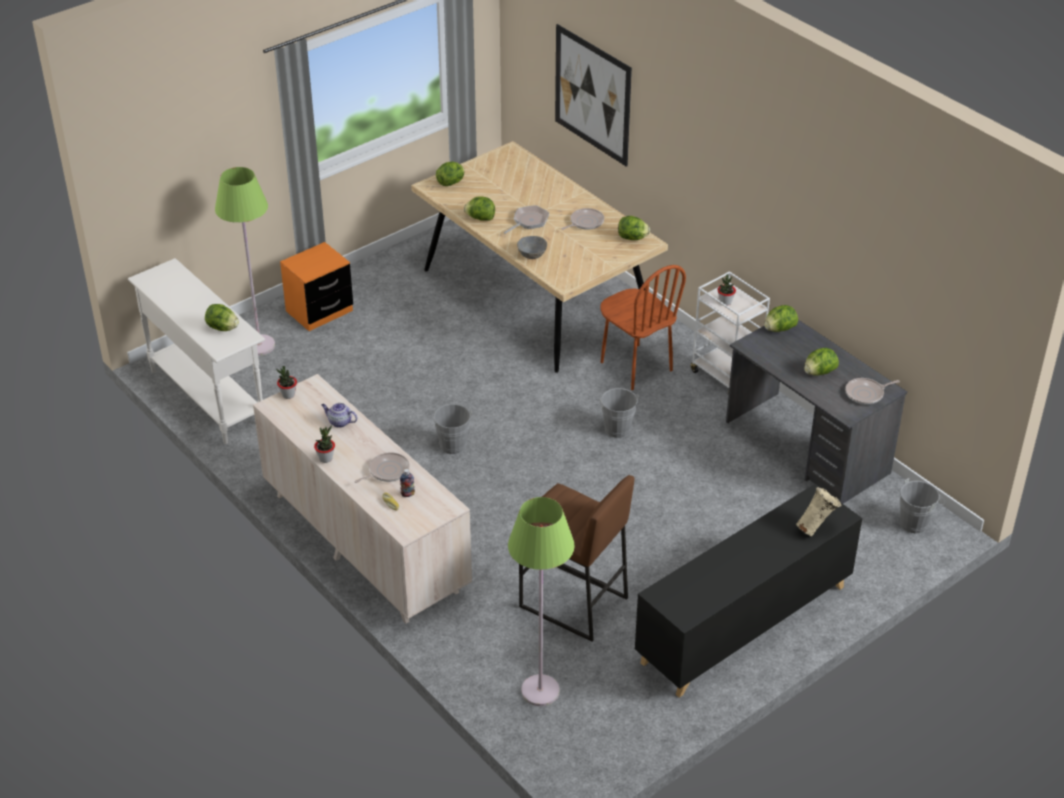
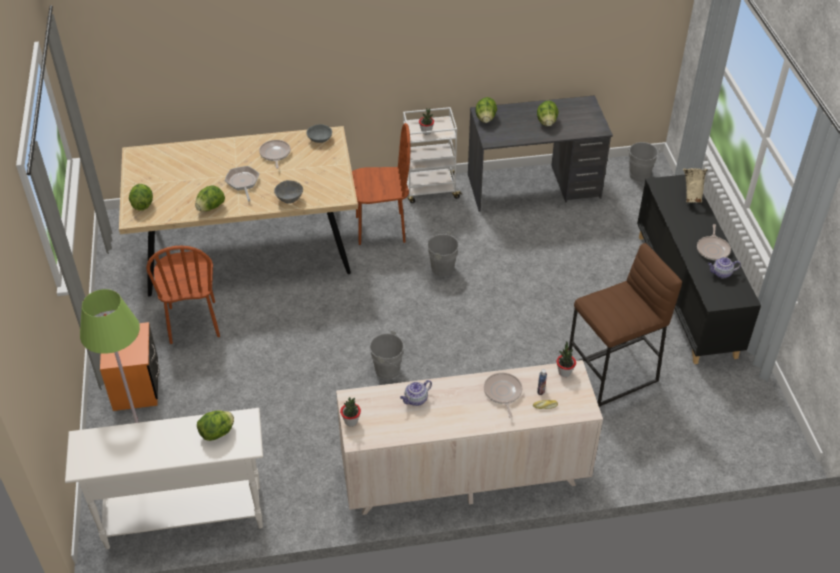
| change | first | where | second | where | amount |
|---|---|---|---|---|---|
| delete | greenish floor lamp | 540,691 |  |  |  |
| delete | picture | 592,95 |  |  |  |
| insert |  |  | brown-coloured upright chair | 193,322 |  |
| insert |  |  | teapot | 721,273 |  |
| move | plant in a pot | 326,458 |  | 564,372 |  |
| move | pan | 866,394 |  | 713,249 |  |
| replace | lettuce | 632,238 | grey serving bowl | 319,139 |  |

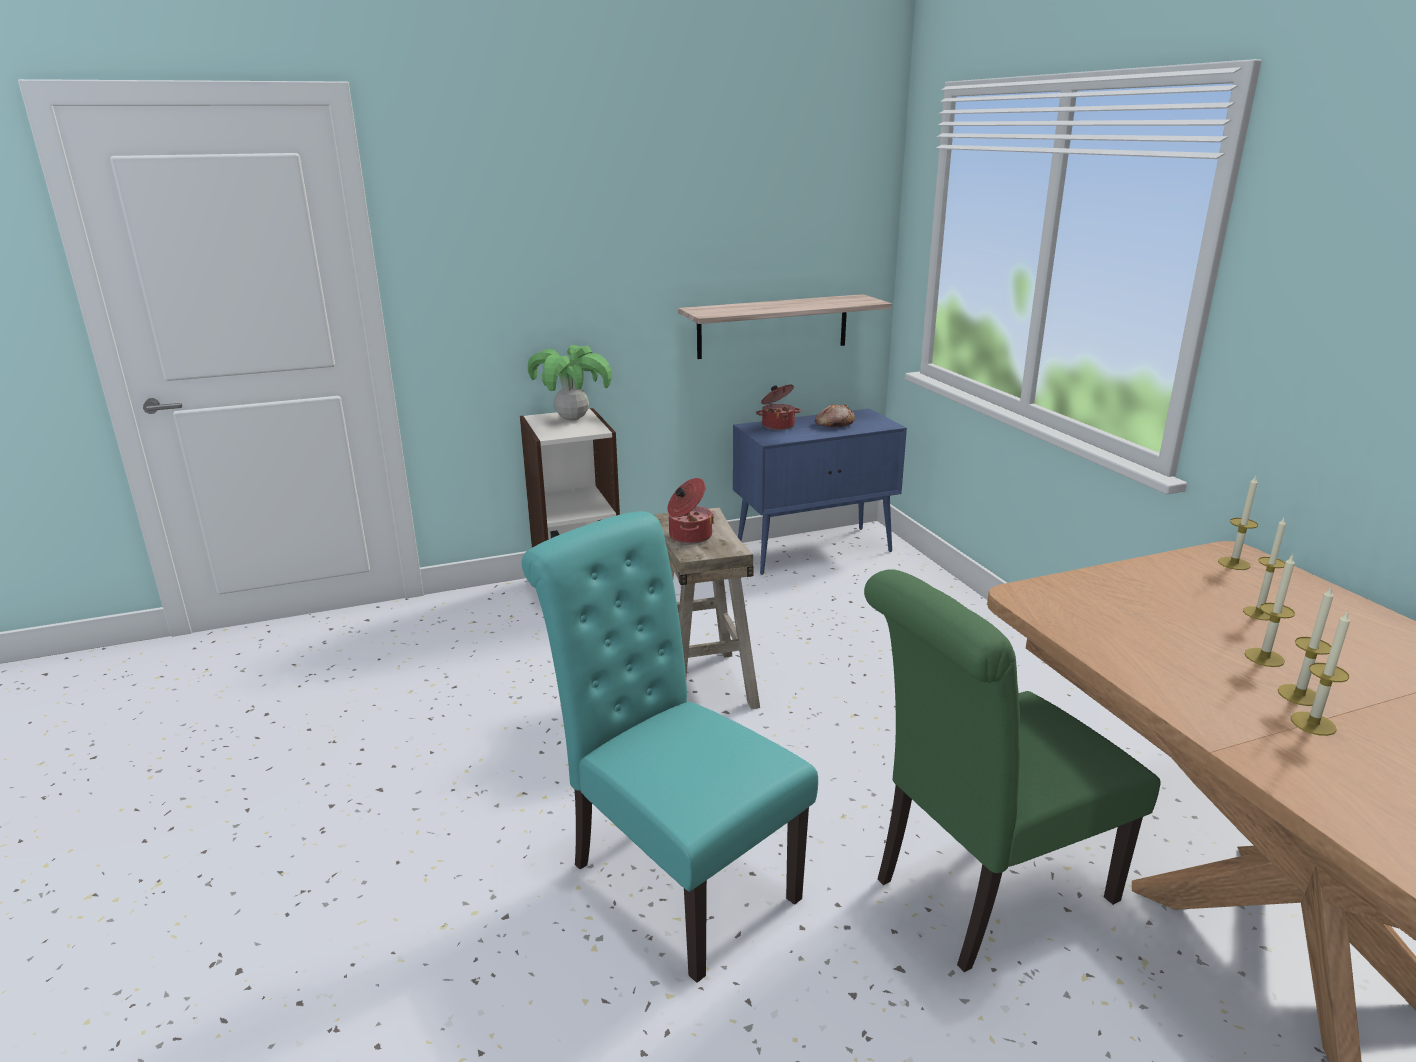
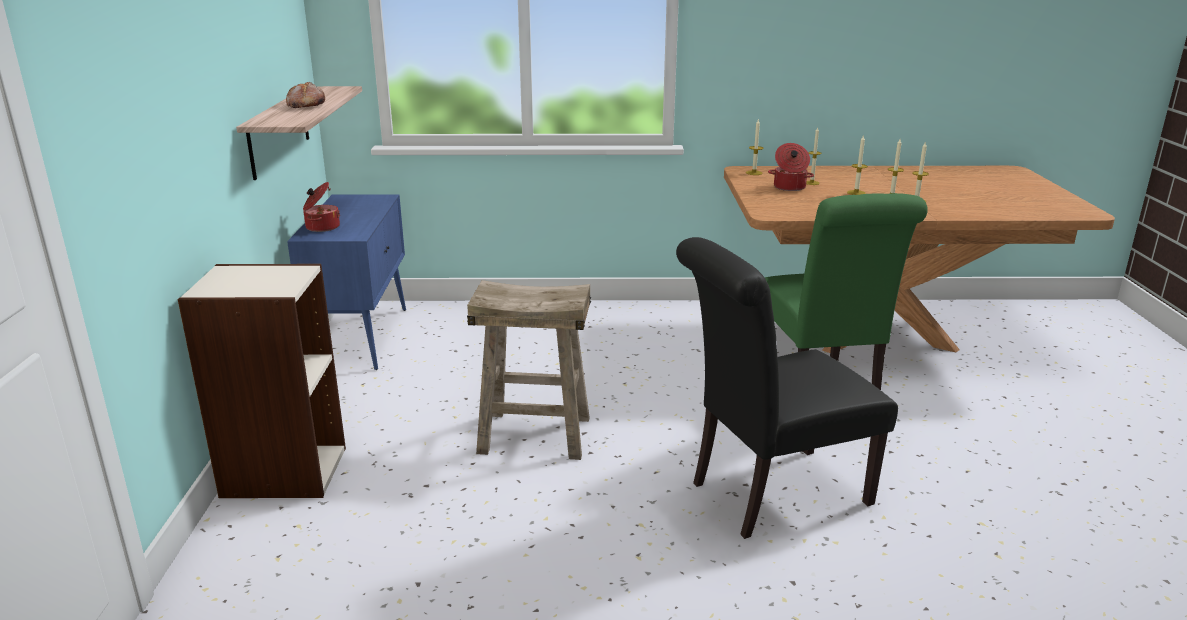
| change | first | where | second | where | amount |
|---|---|---|---|---|---|
| delete | plant in a pot | 573,418 |  |  |  |
| move | cooking pot | 689,536 |  | 789,187 |  |
| move | baked bread | 834,424 |  | 305,105 |  |
| recolor | blue-green upright chair | 673,874 | blackish upright chair | 770,494 |  |

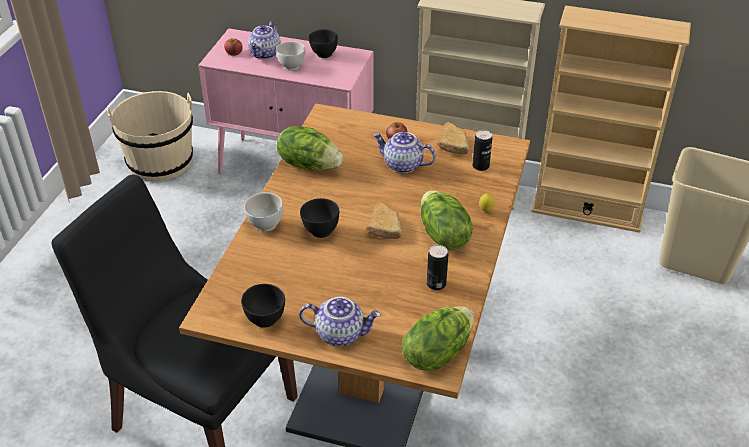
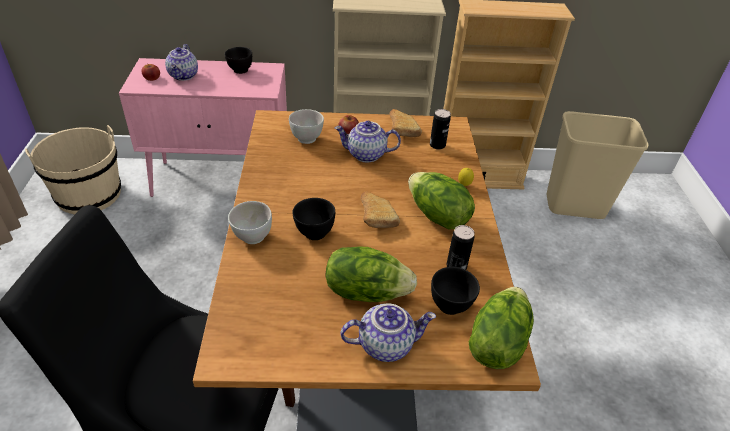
| change | first | where | second | where | amount |
|---|---|---|---|---|---|
| move | blackish serving bowl | 265,320 |  | 450,306 |  |
| move | white serving bowl | 291,66 |  | 306,138 |  |
| move | lettuce | 309,164 |  | 366,291 |  |

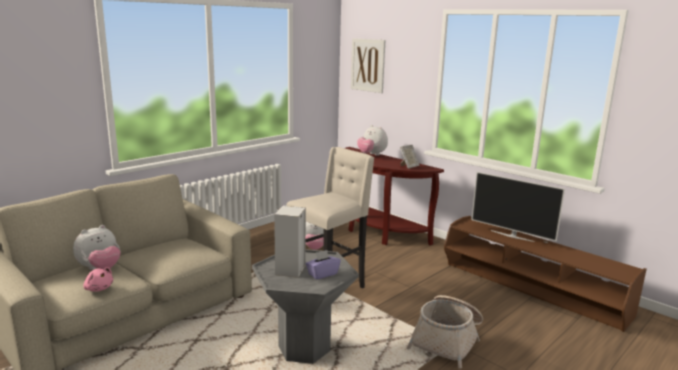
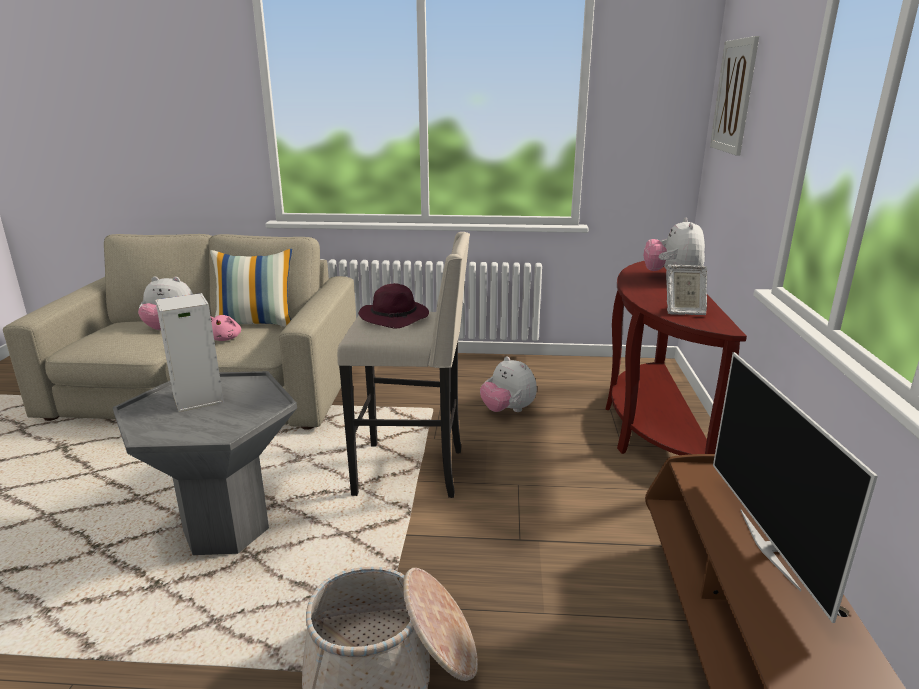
| change | first | where | second | where | amount |
|---|---|---|---|---|---|
| delete | purple-coloured tissue holder | 322,274 |  |  |  |
| insert |  |  | cushion | 256,324 |  |
| insert |  |  | purple-coloured wearable hat | 395,317 |  |
| move | pink-coloured soft toy | 98,288 |  | 225,339 |  |

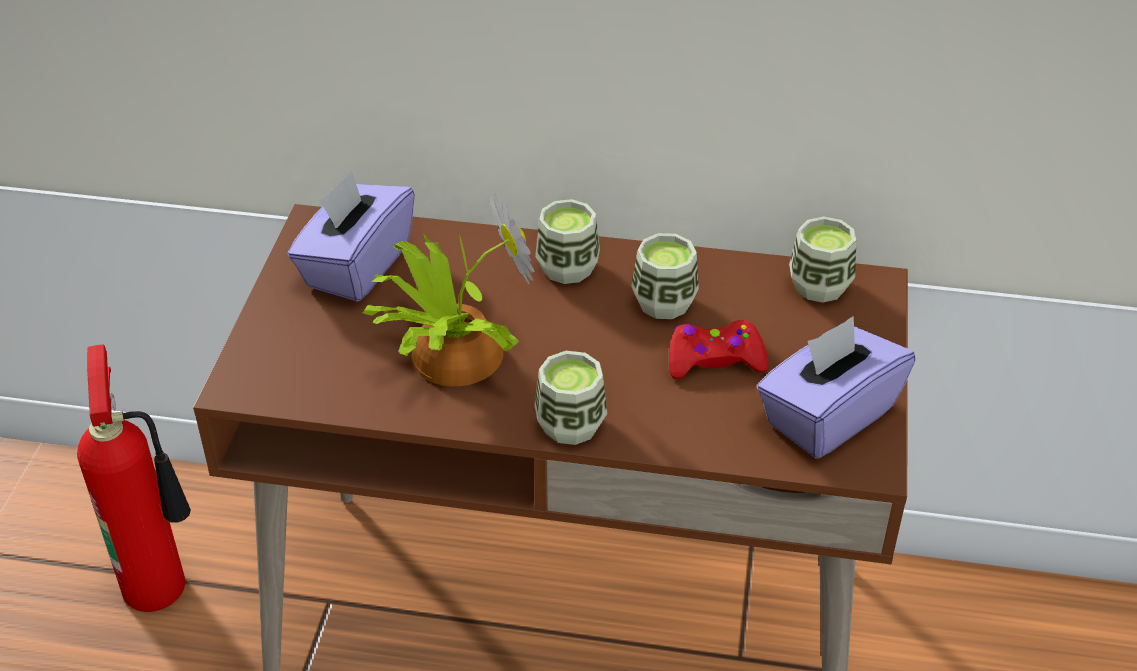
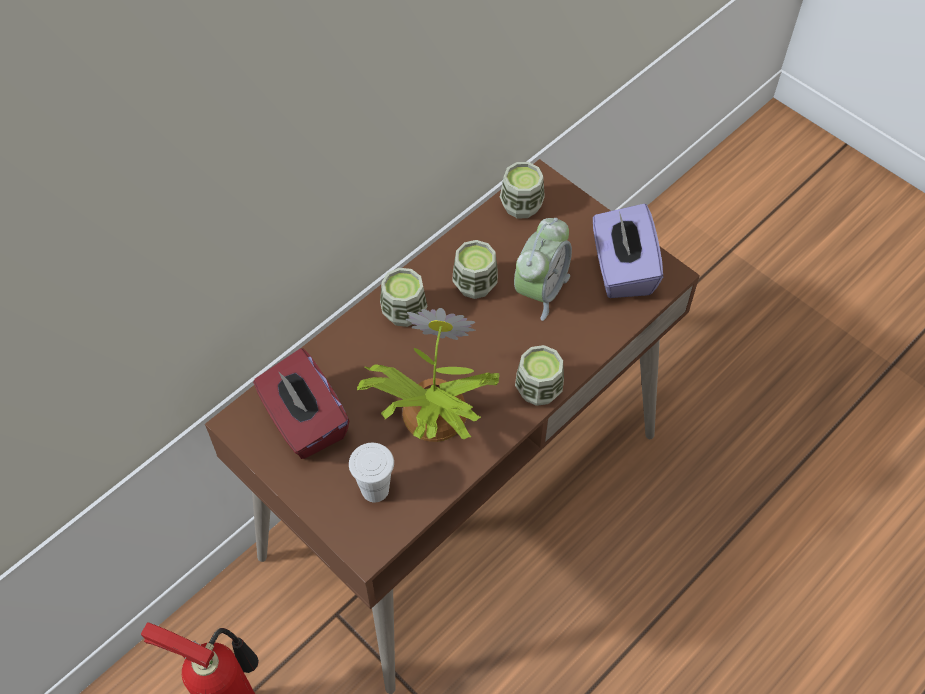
| change | first | where | second | where | amount |
|---|---|---|---|---|---|
| insert |  |  | white drinking cup | 375,489 |  |
| replace | reddish gamepad | 714,360 | alarm clock | 540,290 |  |
| recolor | purple-coloured tissue holder | 356,266 | reddish tissue holder | 304,421 |  |

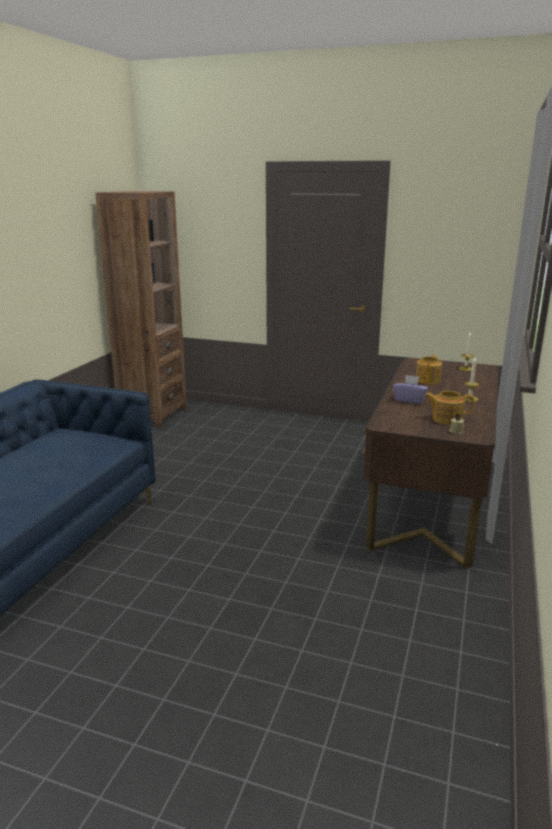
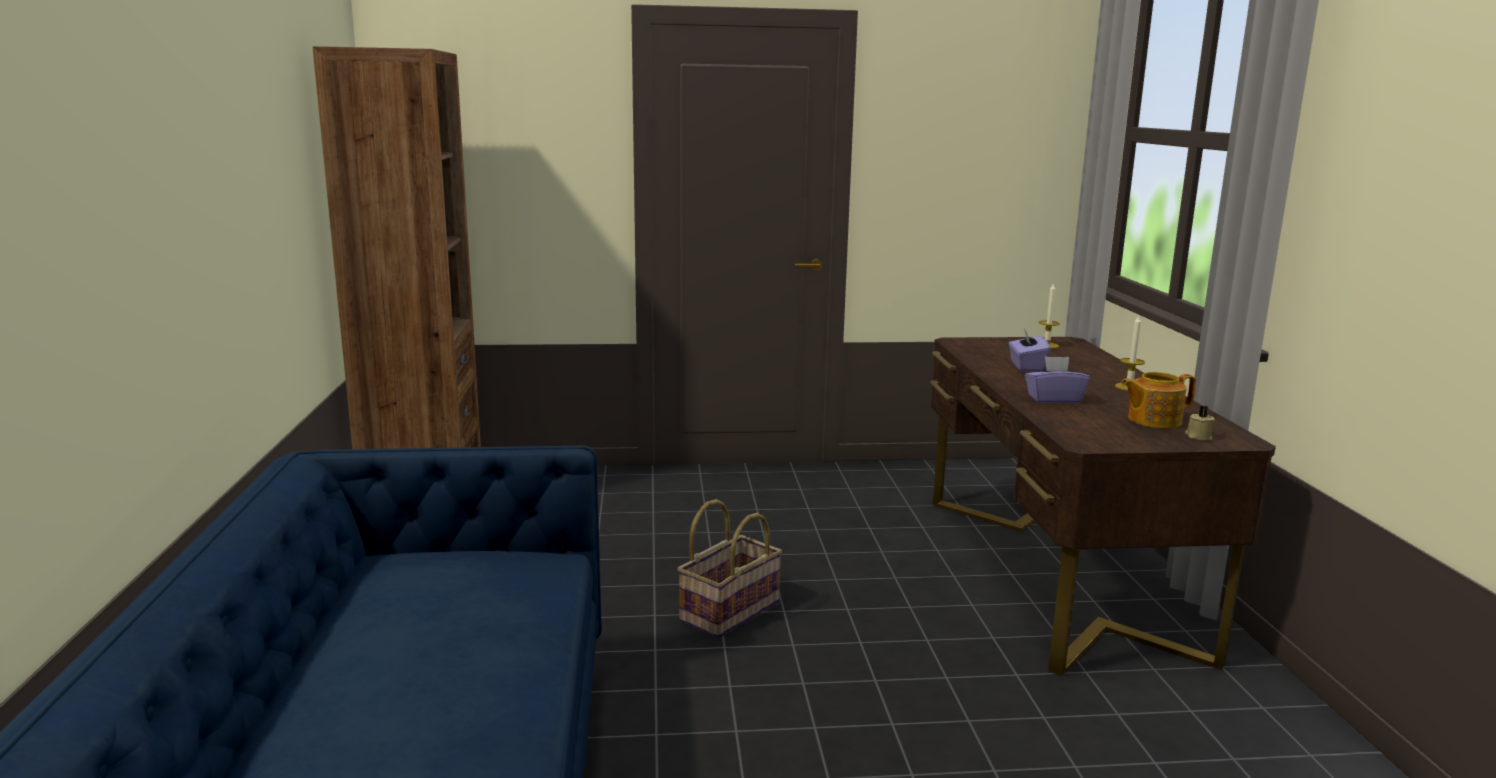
| change | first | where | second | where | amount |
|---|---|---|---|---|---|
| insert |  |  | storage basket | 729,610 |  |
| replace | teapot | 428,380 | purple-coloured tissue holder | 1026,367 |  |

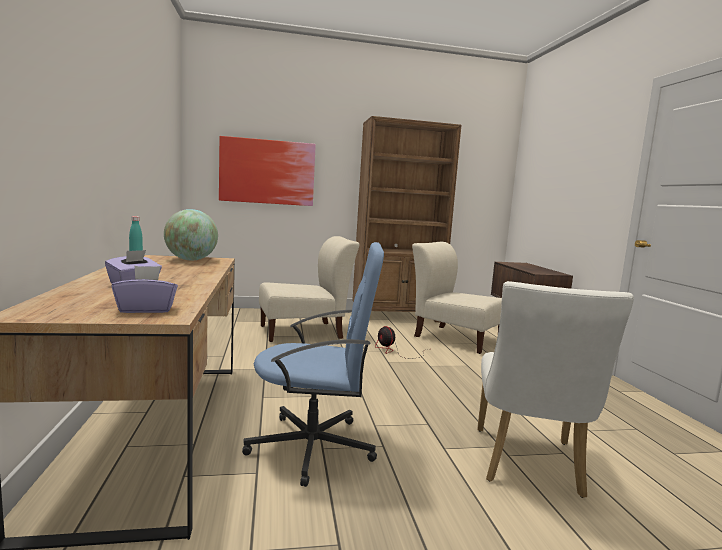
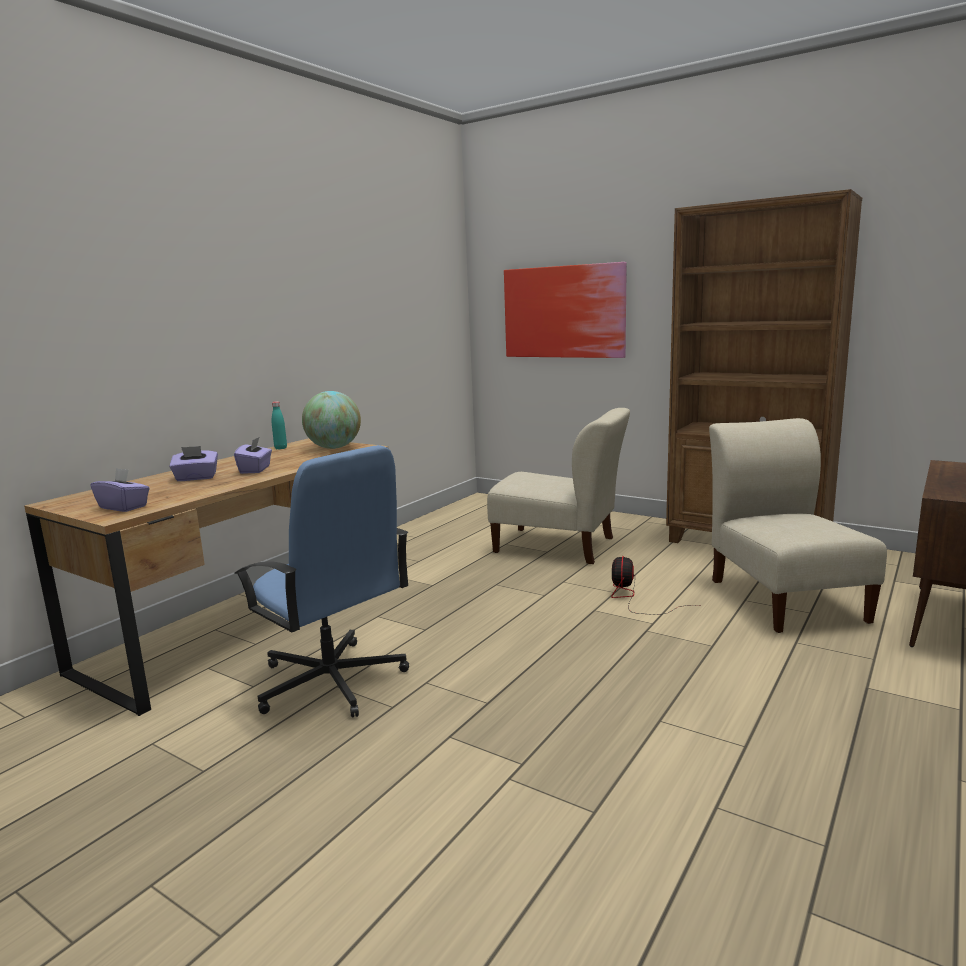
| change | first | where | second | where | amount |
|---|---|---|---|---|---|
| delete | white upright chair | 528,466 |  |  |  |
| insert |  |  | purple-coloured tissue holder | 255,470 |  |

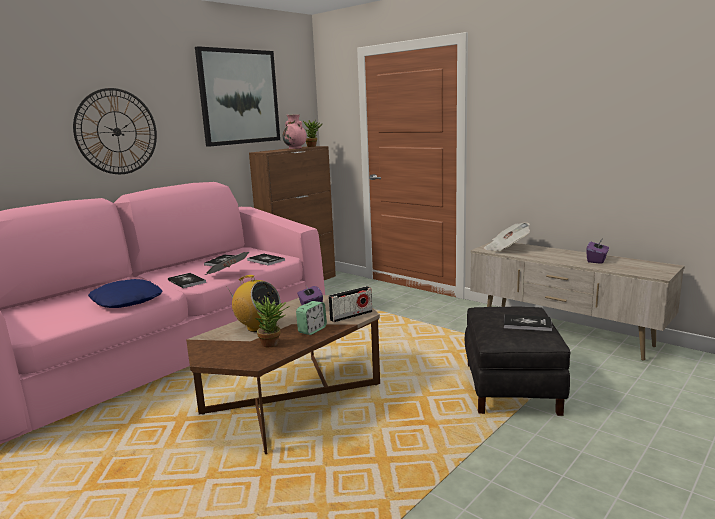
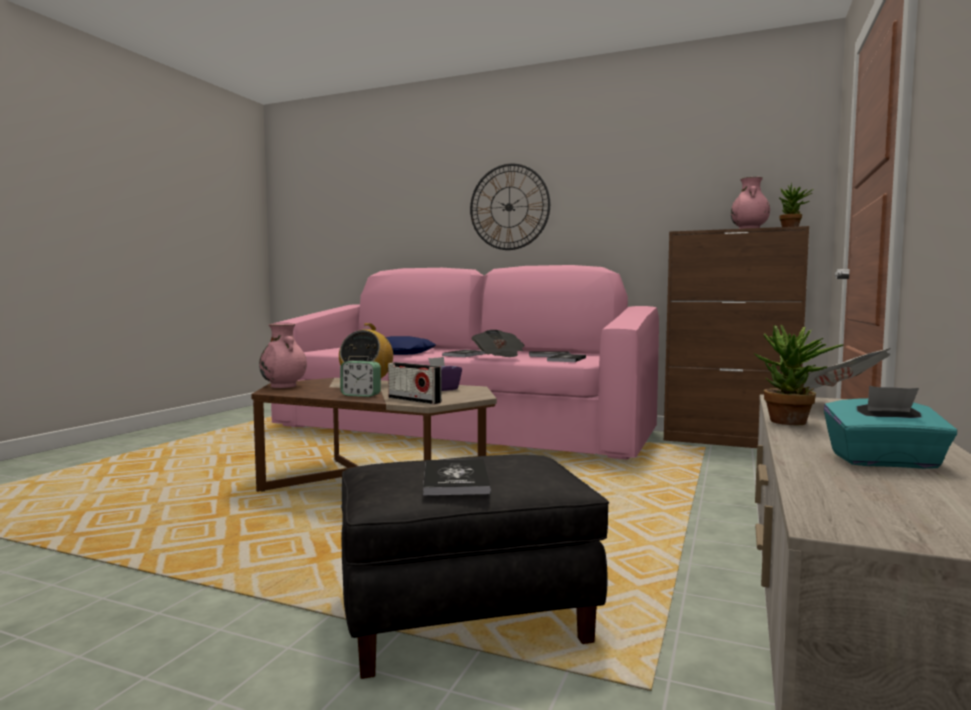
| change | first | where | second | where | amount |
|---|---|---|---|---|---|
| delete | picture | 239,97 |  |  |  |
| insert |  |  | pink-coloured flower vase | 284,386 |  |
| move | plant in a pot | 273,344 |  | 792,423 |  |
| recolor | purple-coloured tissue holder | 597,260 | blue-green tissue holder | 884,462 |  |

